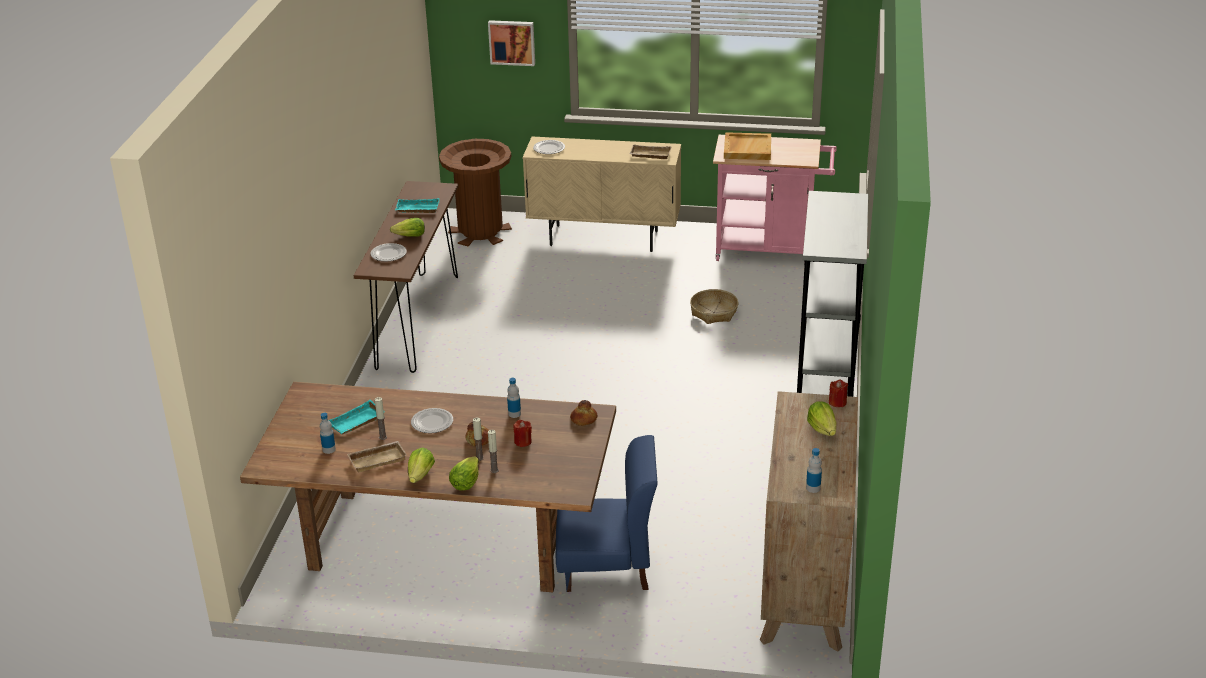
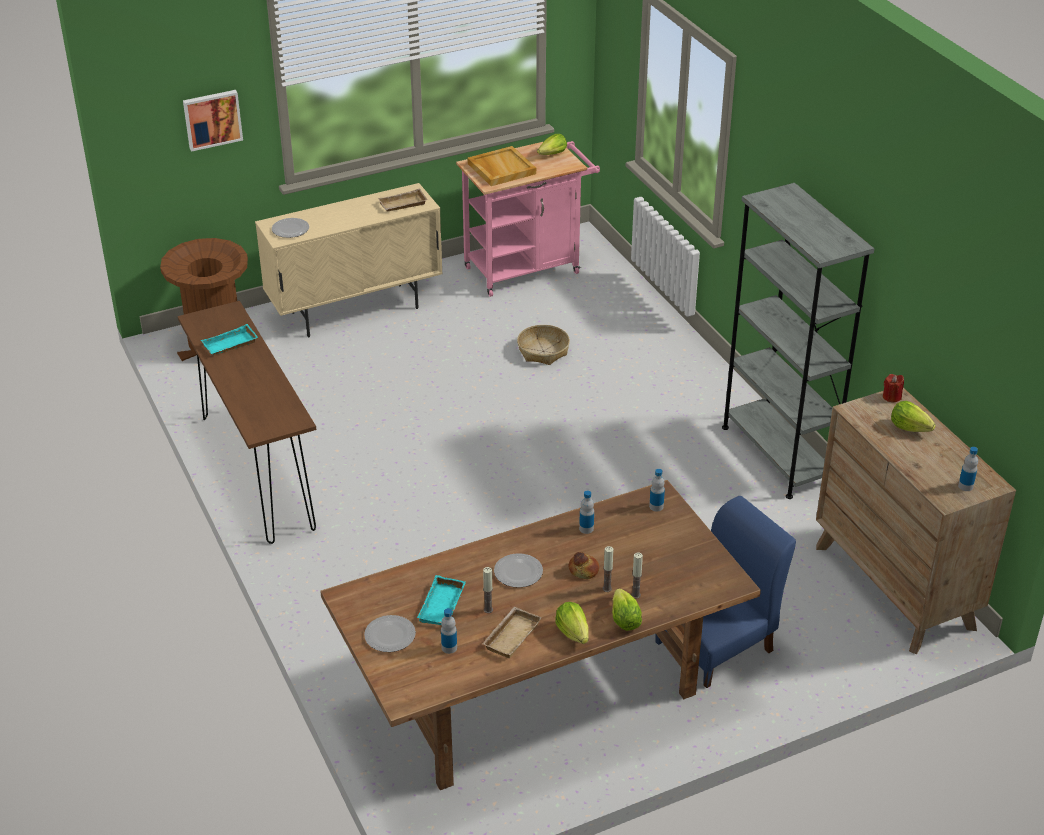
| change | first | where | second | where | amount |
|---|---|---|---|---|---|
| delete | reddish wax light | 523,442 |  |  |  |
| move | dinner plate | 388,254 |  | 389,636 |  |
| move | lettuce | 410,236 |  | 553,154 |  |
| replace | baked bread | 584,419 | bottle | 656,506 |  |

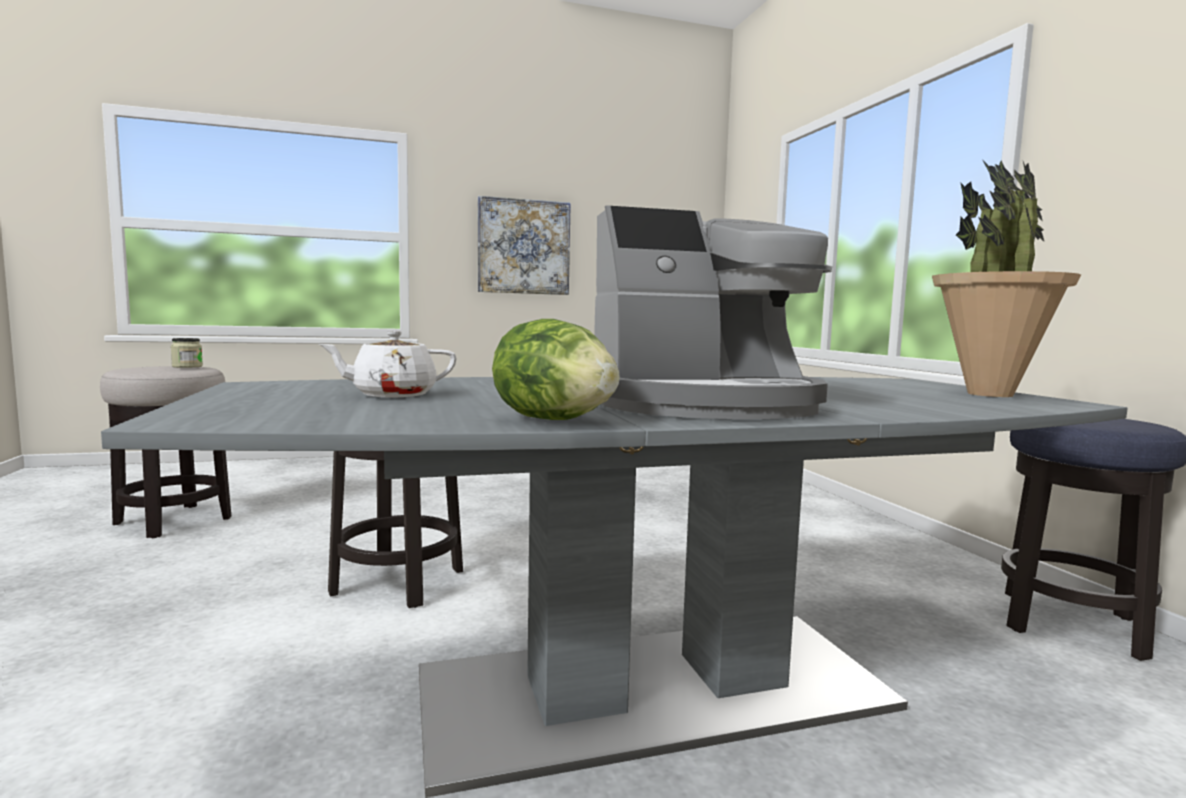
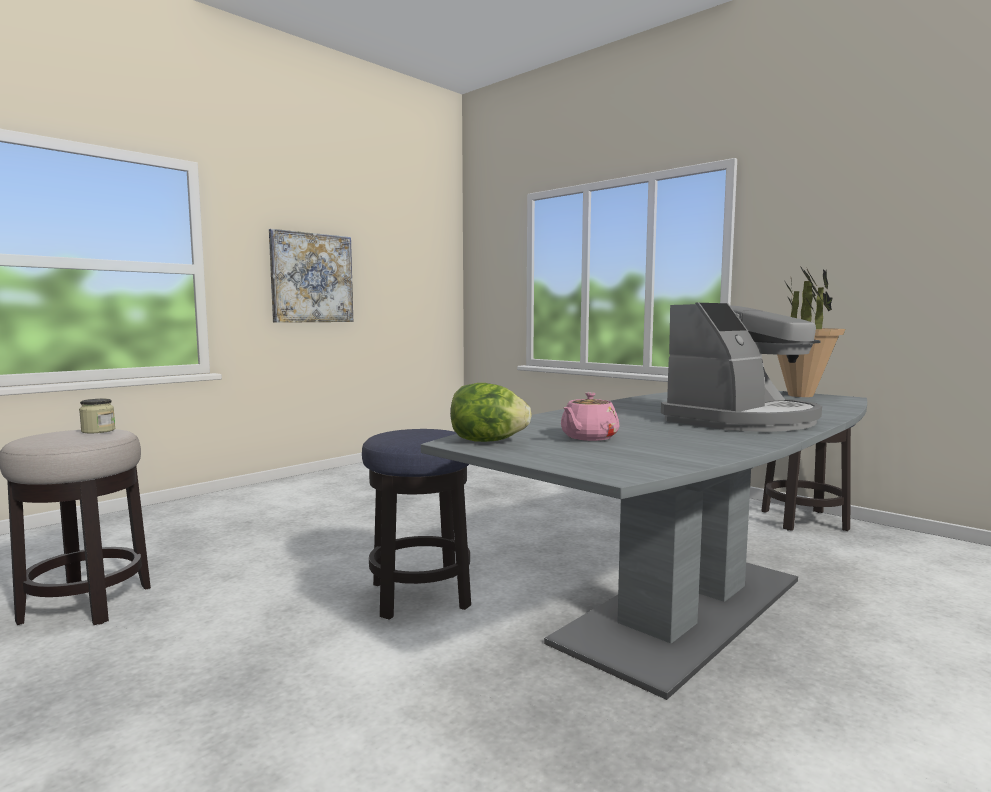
| change | first | where | second | where | amount |
|---|---|---|---|---|---|
| move | lettuce | 554,420 |  | 487,441 |  |
| recolor | white teapot | 392,395 | pink-coloured teapot | 588,437 |  |

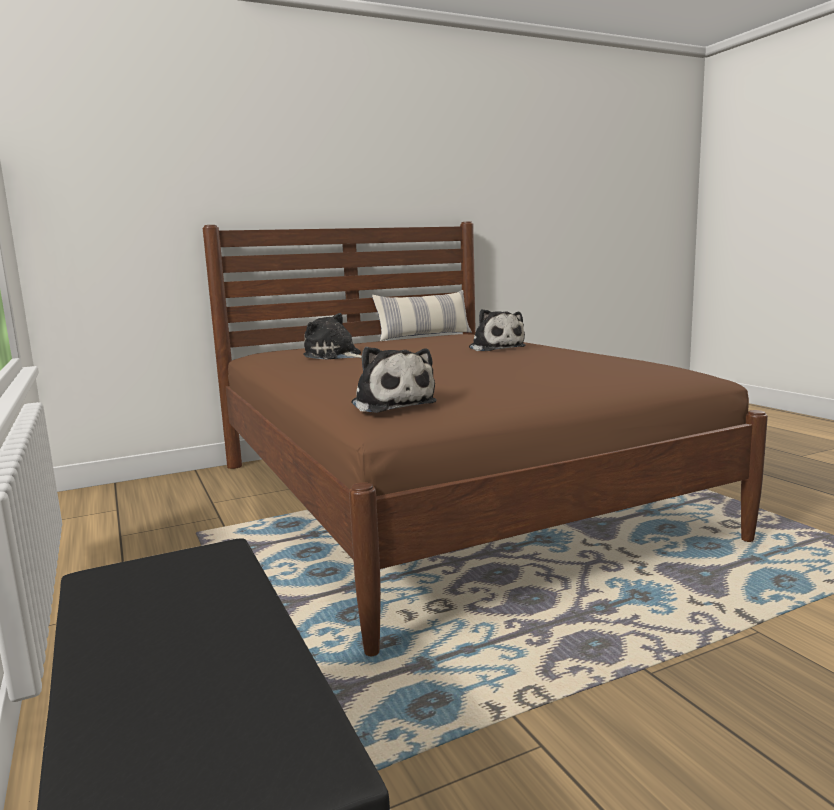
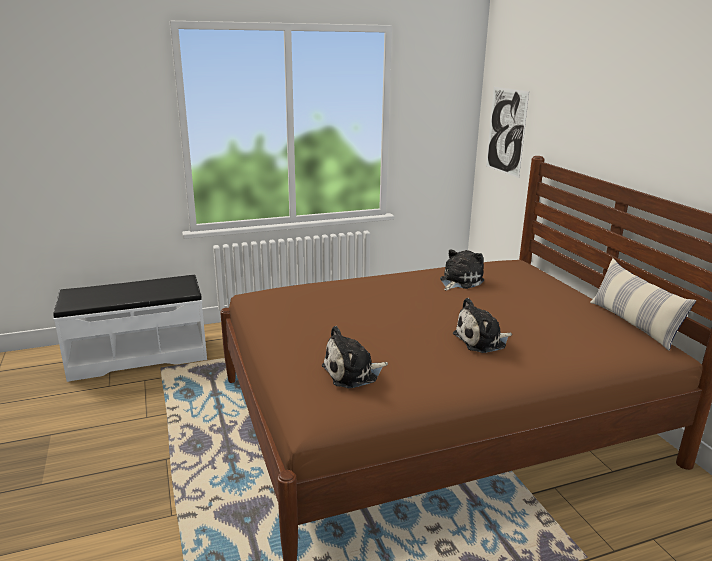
| change | first | where | second | where | amount |
|---|---|---|---|---|---|
| insert |  |  | picture | 506,131 |  |
| move | soft toy | 392,404 |  | 353,373 |  |

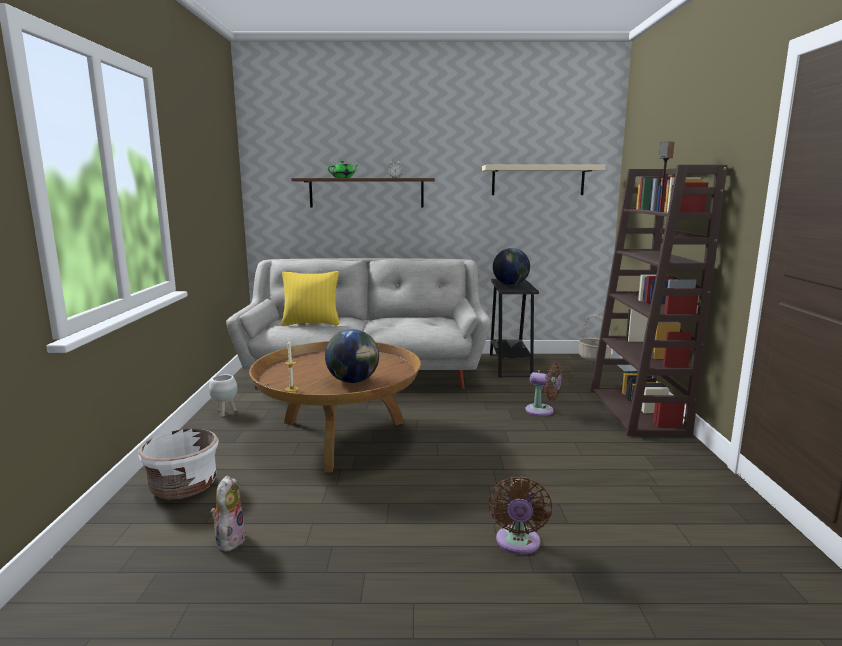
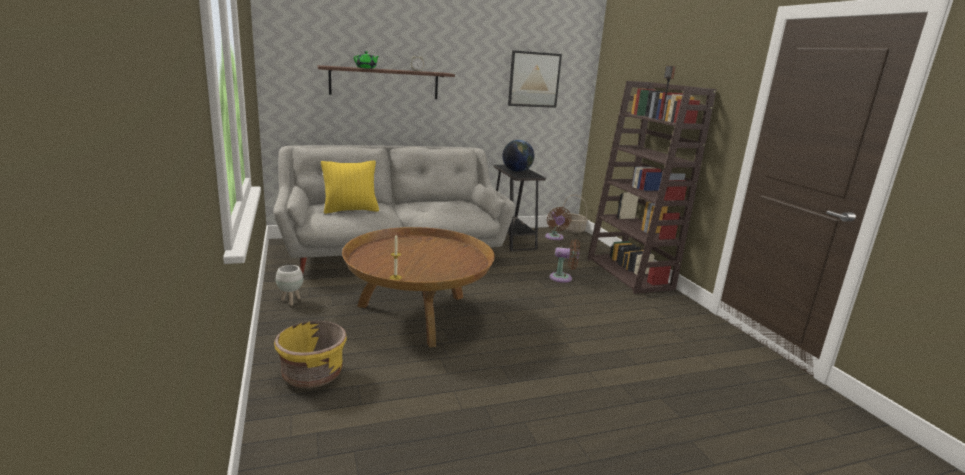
| change | first | where | second | where | amount |
|---|---|---|---|---|---|
| delete | soft toy | 229,539 |  |  |  |
| delete | desk globe | 353,381 |  |  |  |
| move | brown-coloured electric fan | 517,544 |  | 554,238 |  |
| replace | beige-coloured wall shelf | 538,180 | picture | 534,79 |  |
| recolor | white plant pot | 183,487 | yellow plant pot | 312,376 |  |

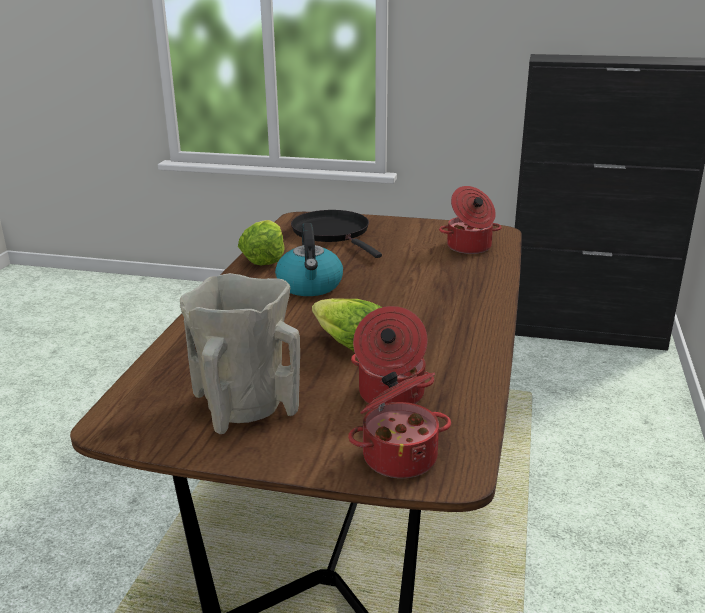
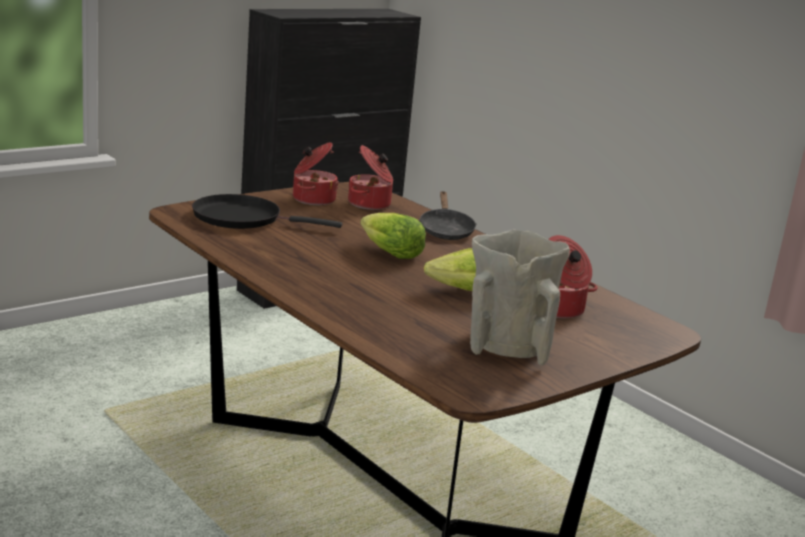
| change | first | where | second | where | amount |
|---|---|---|---|---|---|
| delete | water kettle | 310,286 |  |  |  |
| insert |  |  | blackish pan | 445,230 |  |
| move | lettuce | 264,258 |  | 390,253 |  |
| move | cooking pot | 399,456 |  | 312,199 |  |

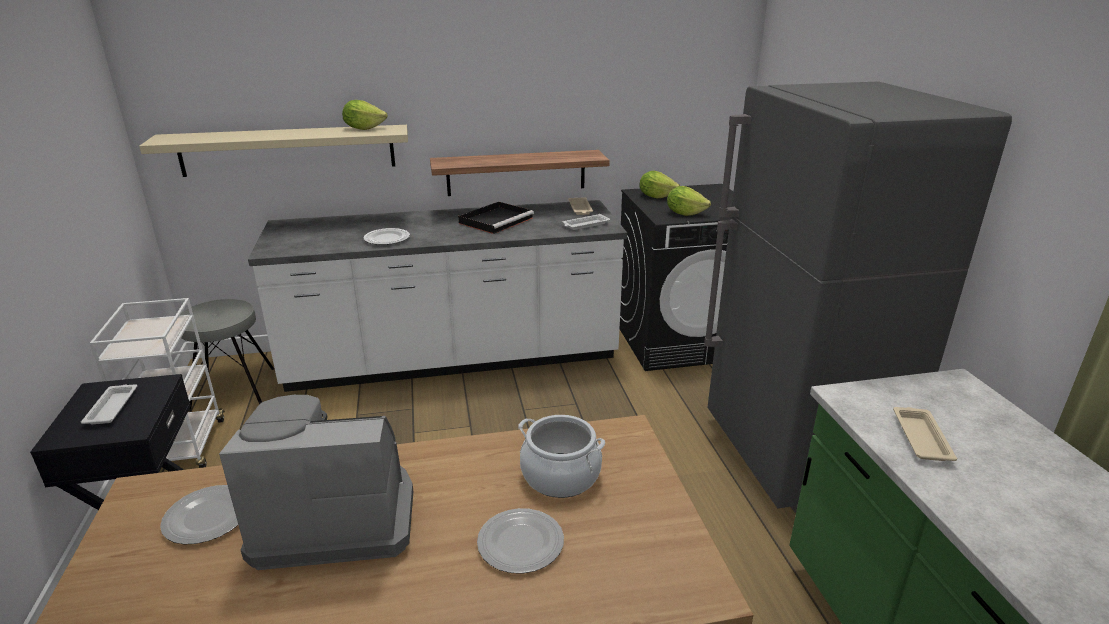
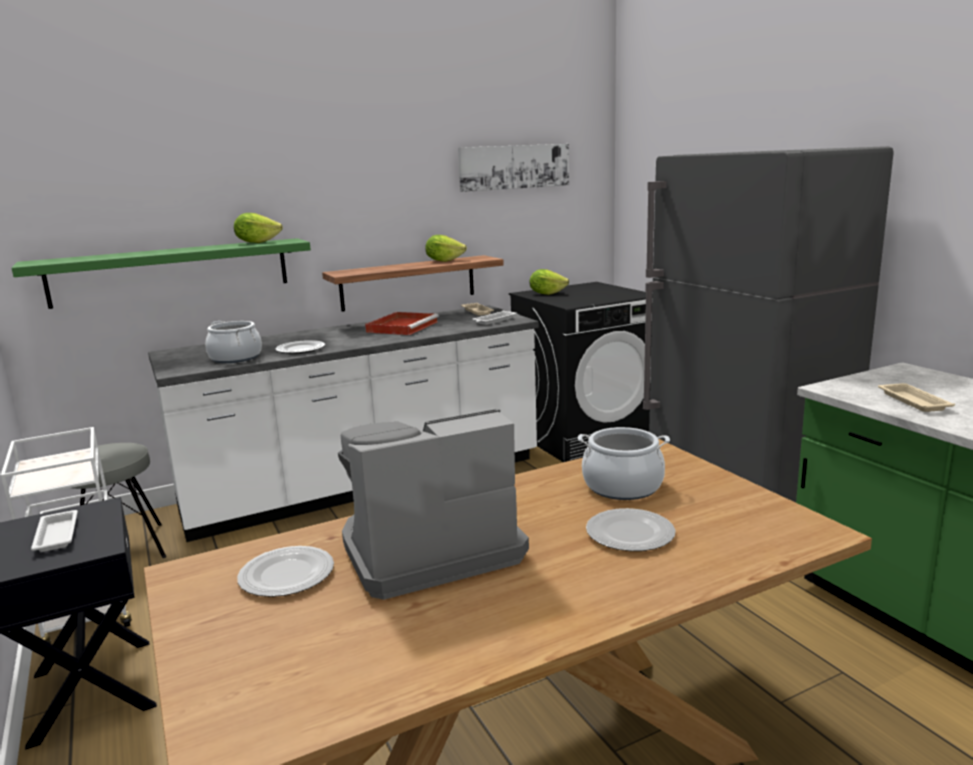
| change | first | where | second | where | amount |
|---|---|---|---|---|---|
| insert |  |  | cooking pot | 235,358 |  |
| insert |  |  | picture | 514,167 |  |
| move | lettuce | 685,213 |  | 444,261 |  |
| recolor | beige-coloured wall shelf | 288,150 | greenish wall shelf | 171,272 |  |
| recolor | blackish serving tray | 497,220 | reddish serving tray | 403,326 |  |

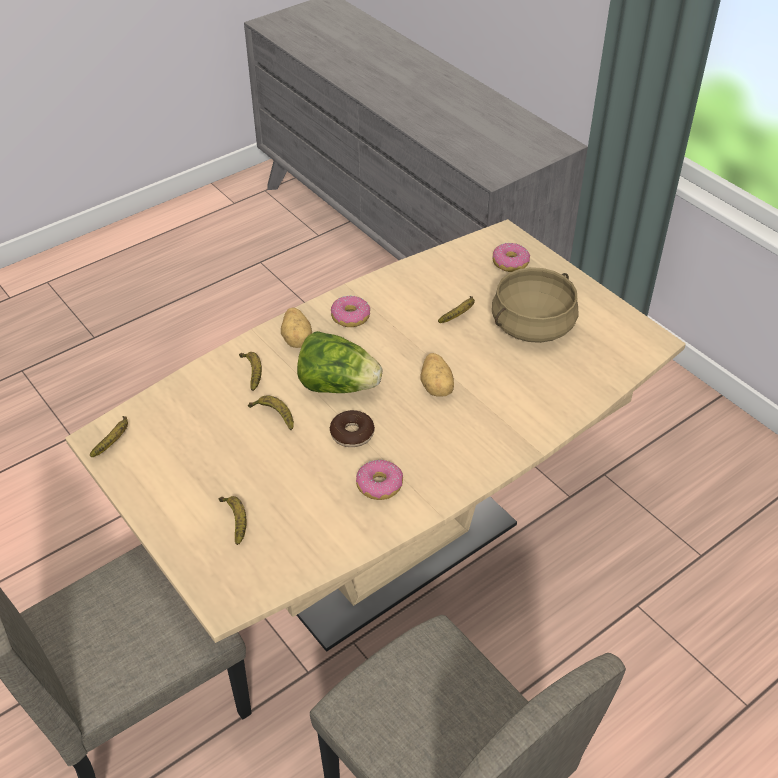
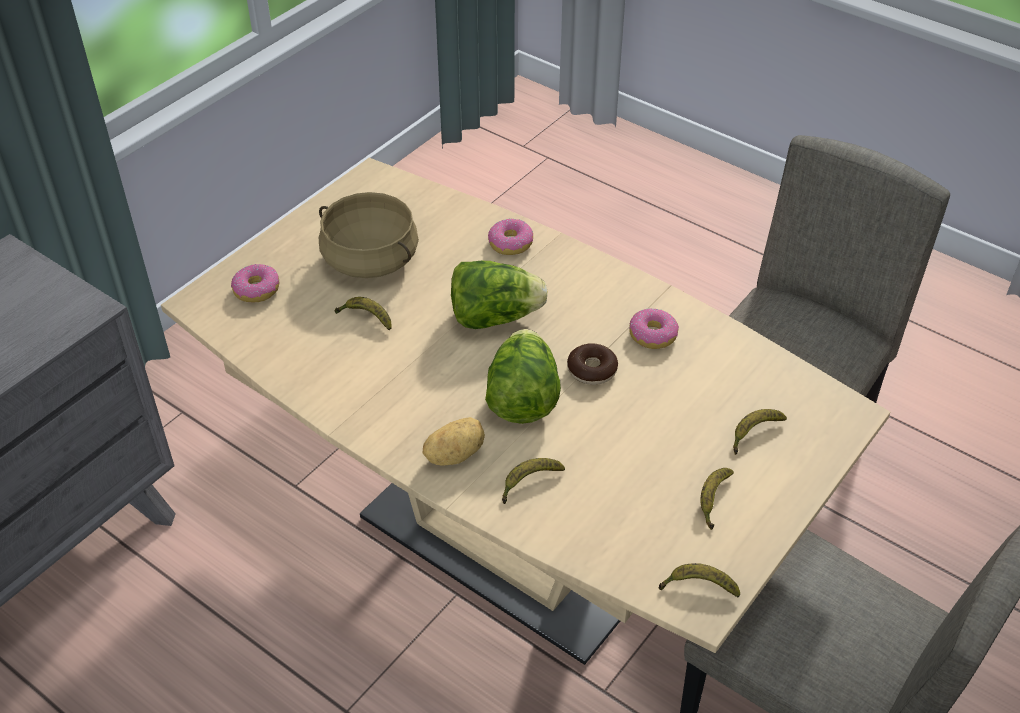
| change | first | where | second | where | amount |
|---|---|---|---|---|---|
| move | whole banana | 274,415 |  | 713,500 |  |
| move | ring doughnut | 351,317 |  | 510,243 |  |
| replace | spud | 437,387 | lettuce | 494,317 |  |

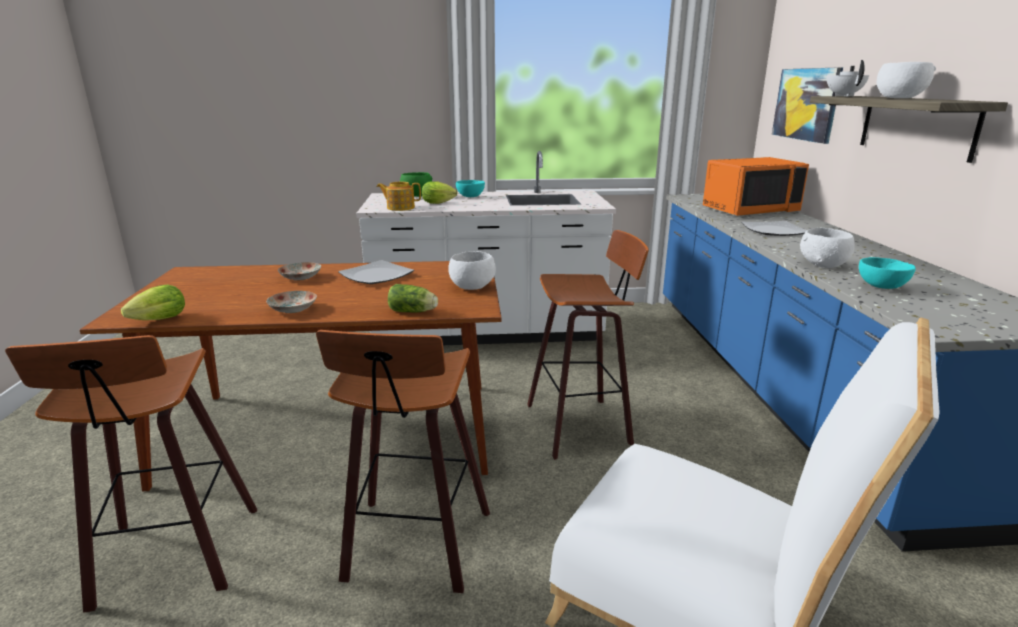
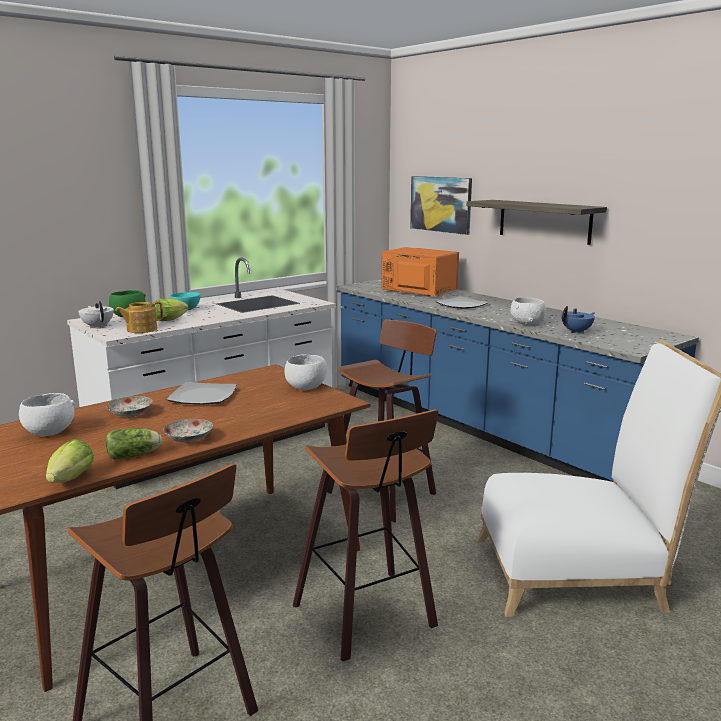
| change | first | where | second | where | amount |
|---|---|---|---|---|---|
| move | lettuce | 414,312 |  | 135,455 |  |
| move | white teapot | 843,96 |  | 98,326 |  |
| move | white serving bowl | 898,98 |  | 48,432 |  |
| replace | blue-green serving bowl | 882,287 | bluish teapot | 577,332 |  |
| rotate | orange microwave | 749,210 |  | 418,291 | 90 degrees counterclockwise |

